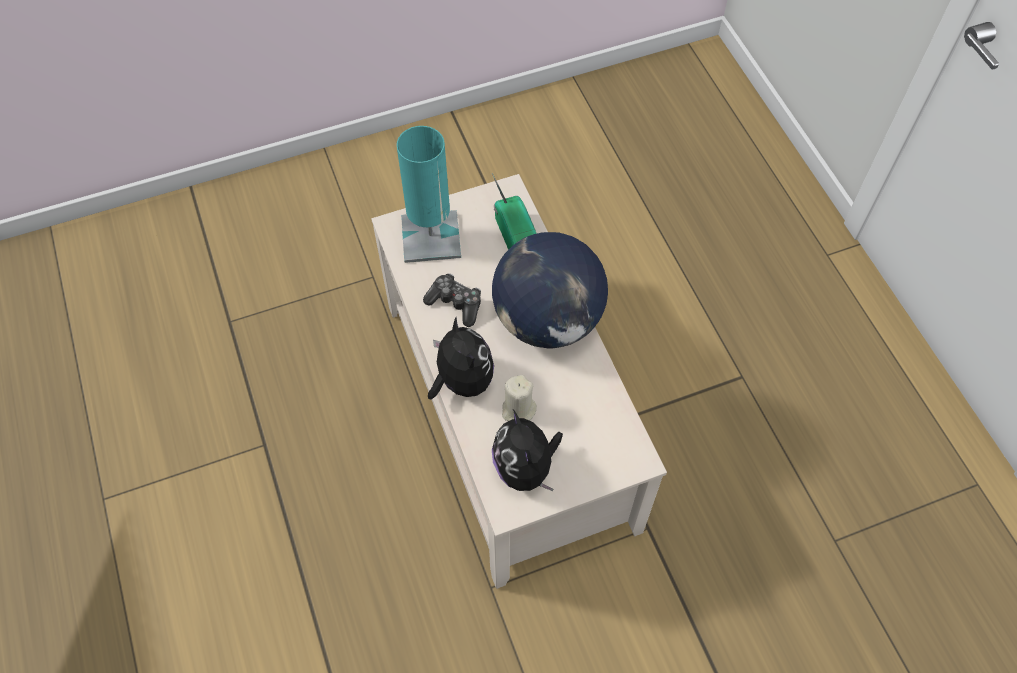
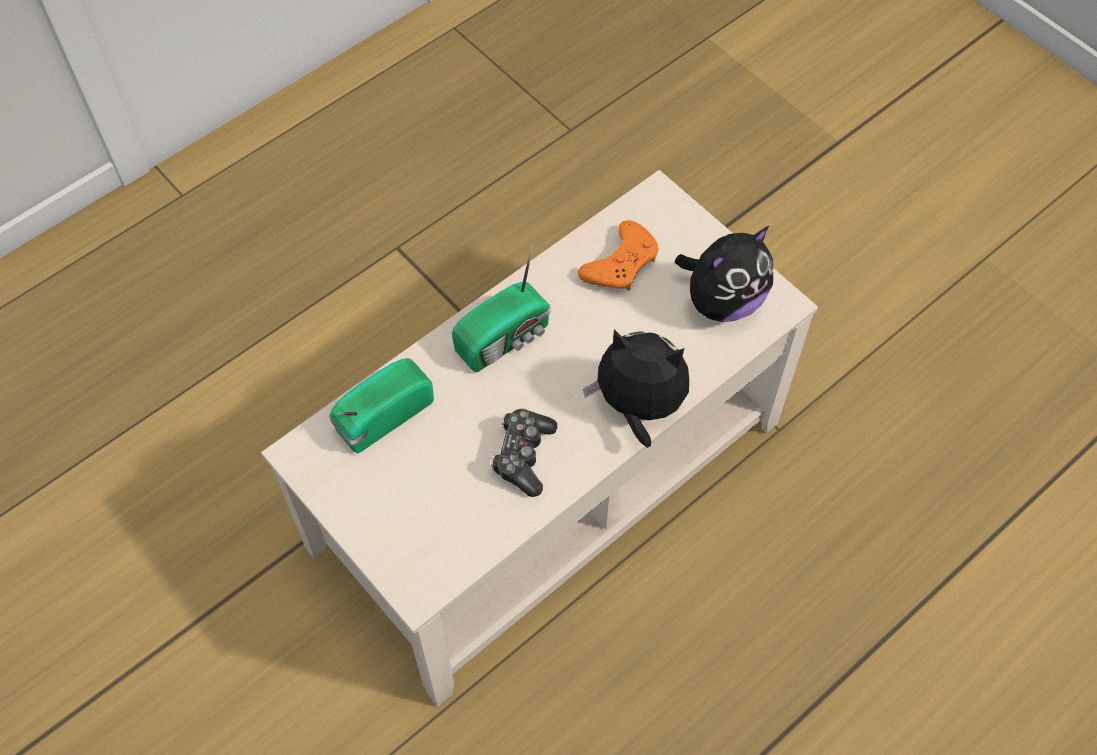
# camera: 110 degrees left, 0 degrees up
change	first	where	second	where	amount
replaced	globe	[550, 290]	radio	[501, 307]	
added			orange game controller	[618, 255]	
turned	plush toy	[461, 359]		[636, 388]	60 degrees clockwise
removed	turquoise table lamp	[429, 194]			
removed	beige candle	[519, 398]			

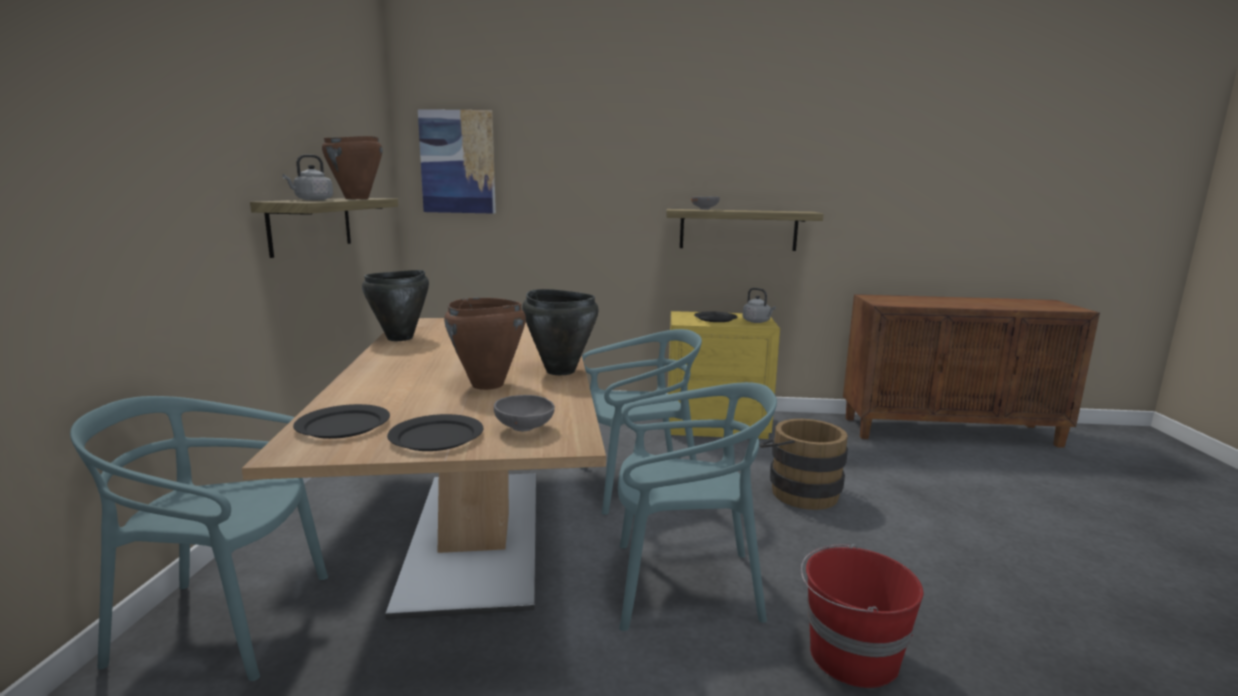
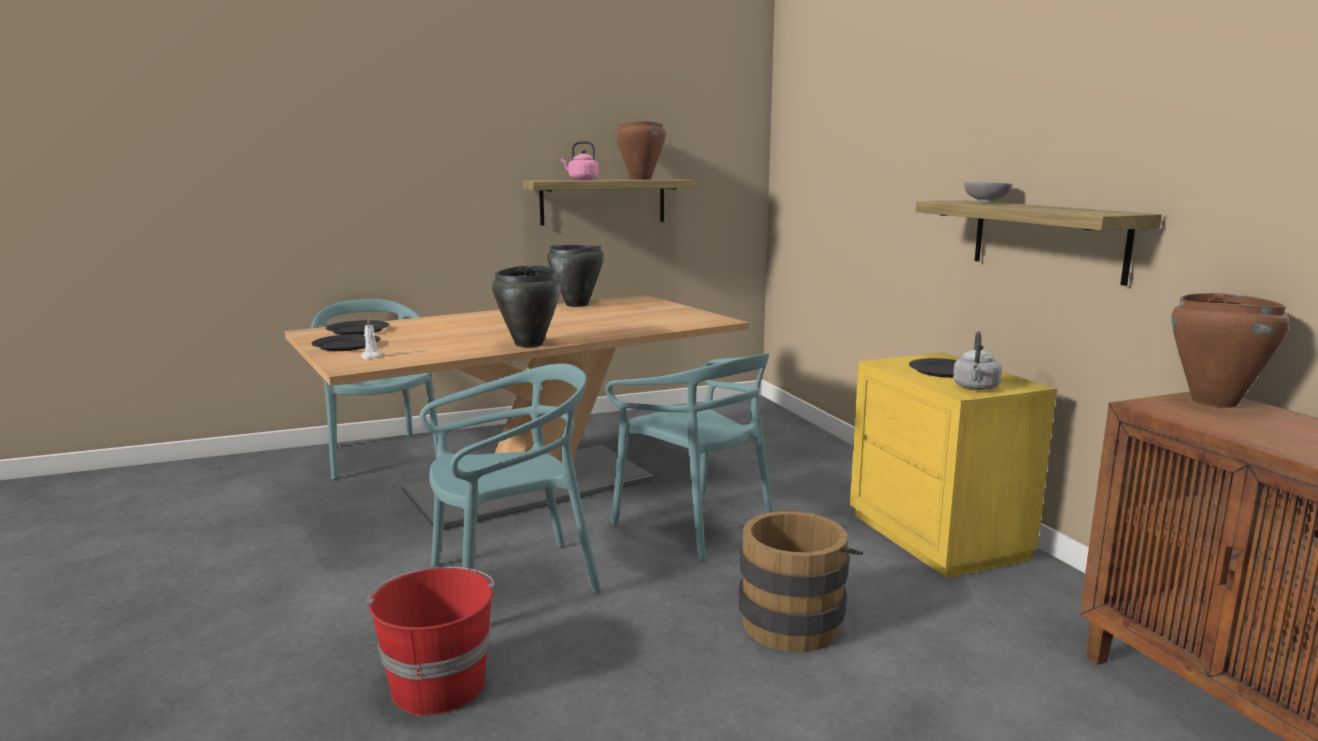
# camera: 65 degrees right, 0 degrees up
change	first	where	second	where	amount
replaced	grey bowl	[524, 413]	white candle	[372, 338]	
turned	turquoise chair	[697, 506]		[510, 478]	90 degrees counterclockwise
recoloured	grey kettle	[307, 177]	pink kettle	[580, 160]	
moved	brown cooking pot	[485, 344]		[1230, 350]	
removed	picture	[457, 161]			

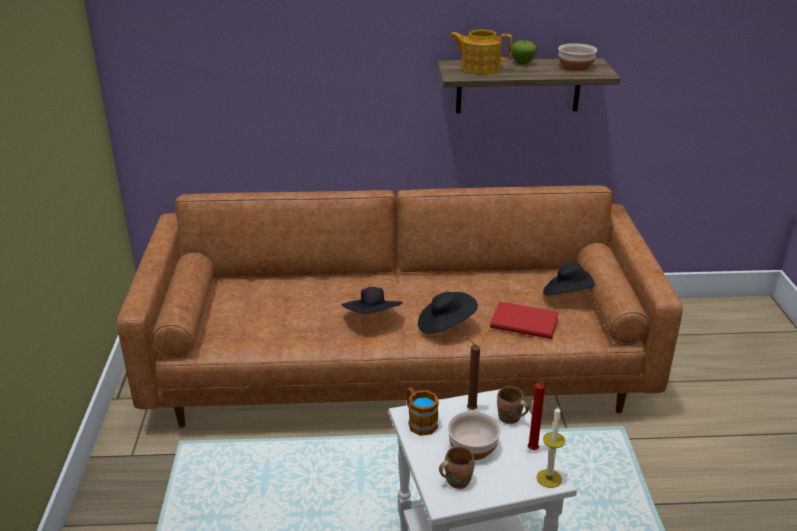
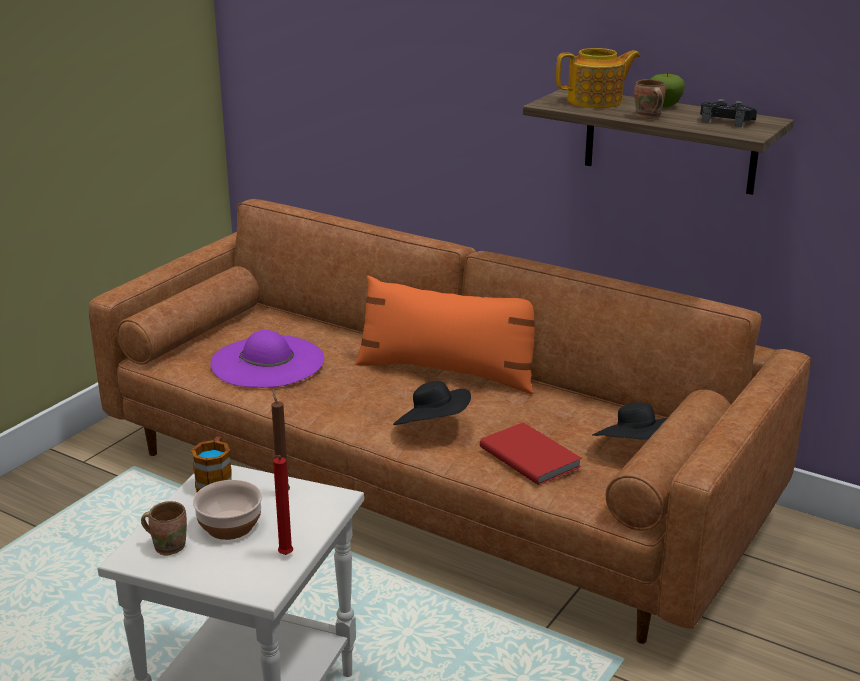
# camera: 35 degrees right, 5 degrees down
change	first	where	second	where	amount
added			purple hat	[268, 359]	
added			orange pillow	[445, 335]	
turned	teapot	[481, 52]		[598, 78]	120 degrees clockwise
moved	brown mug	[513, 405]		[649, 99]	
replaced	bowl	[577, 57]	black game controller	[728, 113]	
removed	black hat	[372, 300]			
removed	candle	[550, 446]			

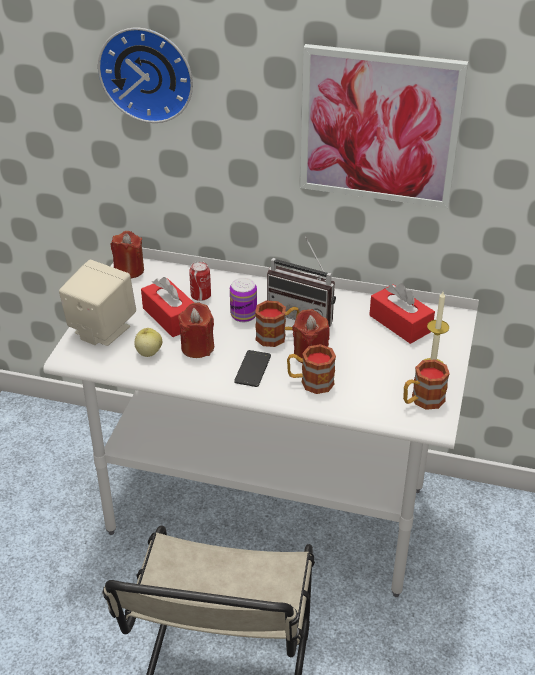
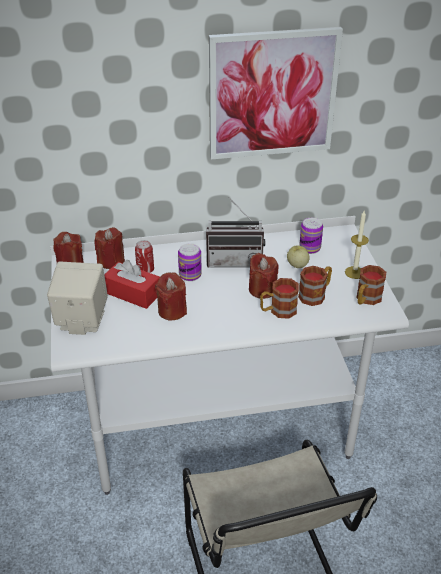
# camera: 25 degrees left, 0 degrees up
change	first	where	second	where	amount
added			red candle	[109, 248]	
moved	apple	[148, 342]		[298, 256]	
moved	mug	[277, 323]		[315, 286]	
replaced	red tissue box	[402, 313]	can	[311, 236]	
removed	wall clock	[145, 75]			
removed	phone	[252, 368]			

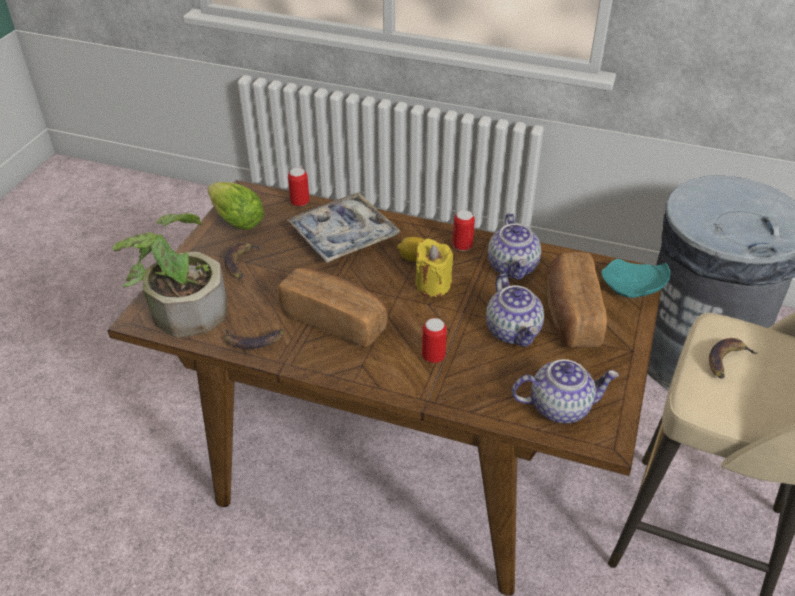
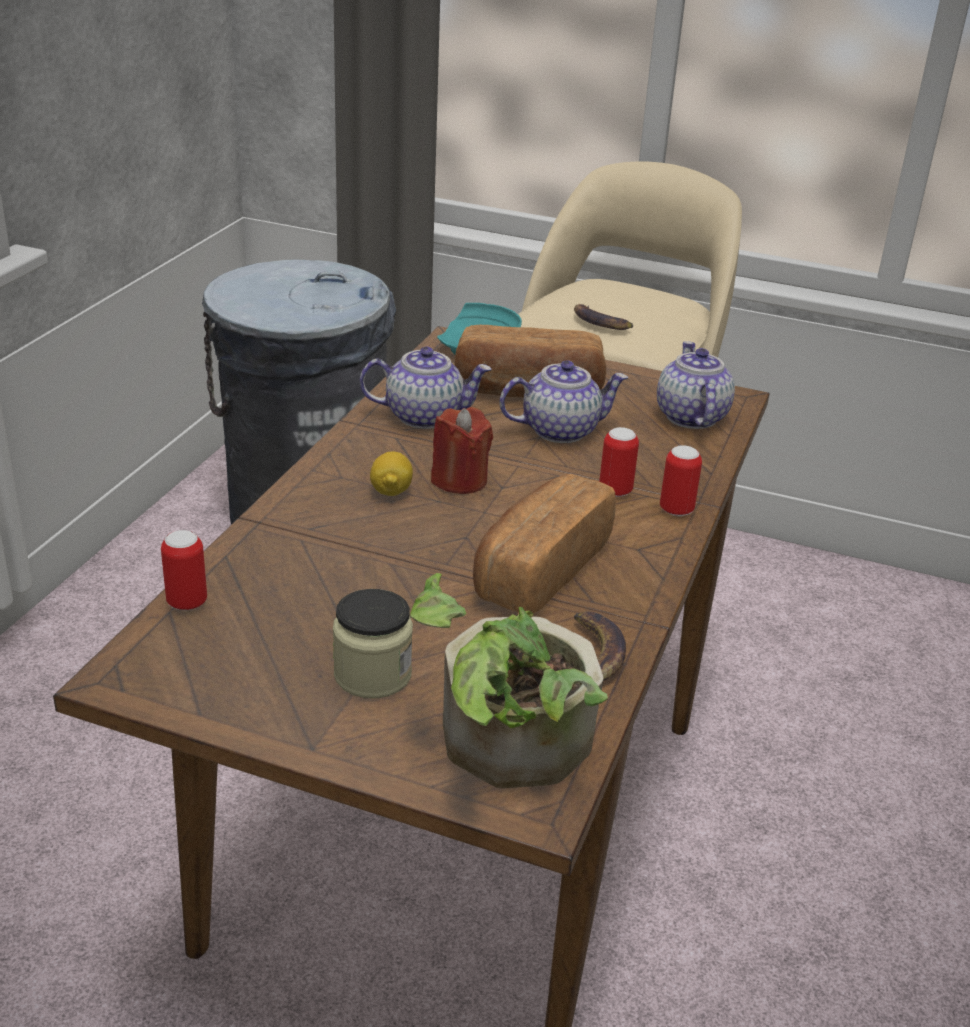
# camera: 90 degrees left, 10 degrees down
change	first	where	second	where	amount
replaced	banana	[243, 260]	jar	[373, 644]	
recoloured	yellow candle	[434, 268]	red candle	[462, 450]	
moved	can	[464, 230]		[681, 480]	
removed	lettuce	[235, 206]			
removed	tray	[343, 227]			

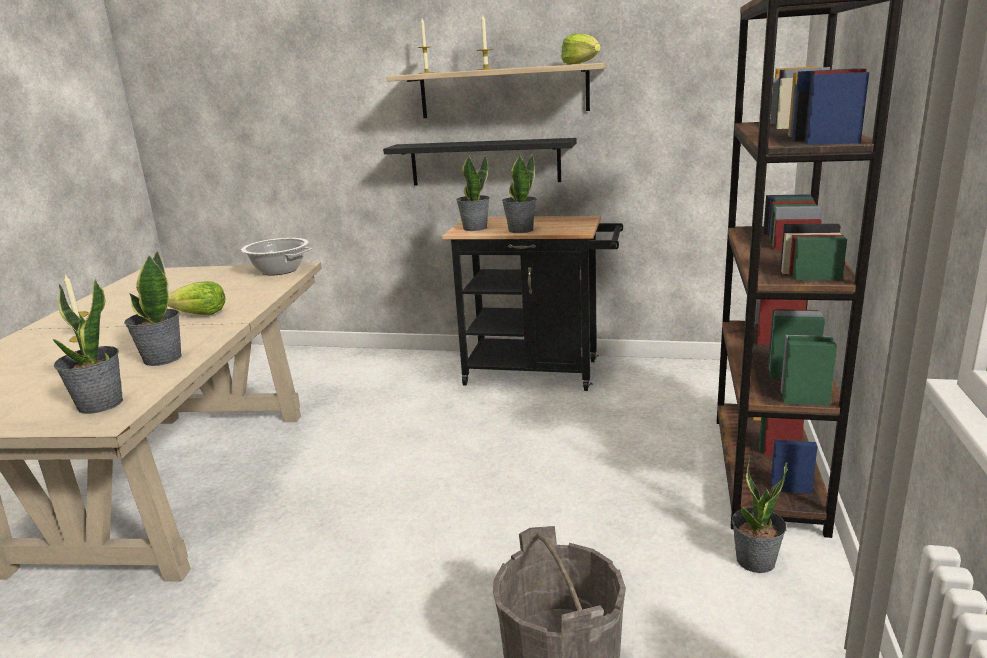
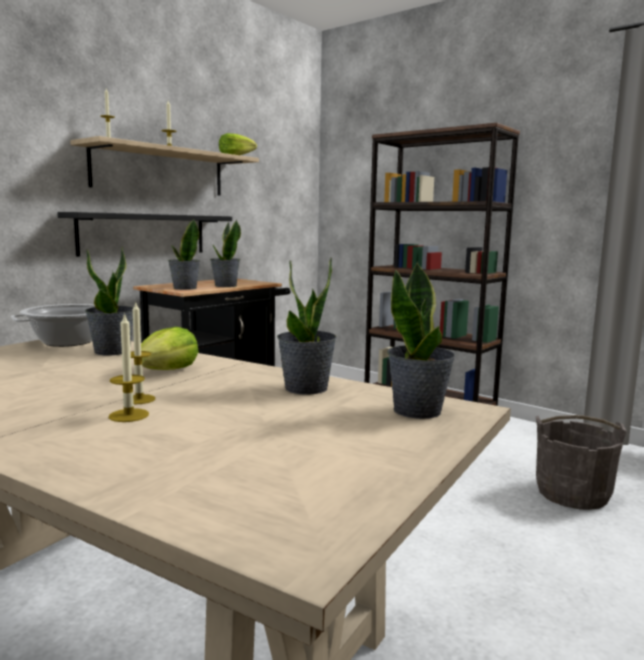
# camera: 65 degrees left, 10 degrees down
change	first	where	second	where	amount
moved	potted plant	[760, 514]		[109, 300]	
added			candle	[143, 353]	

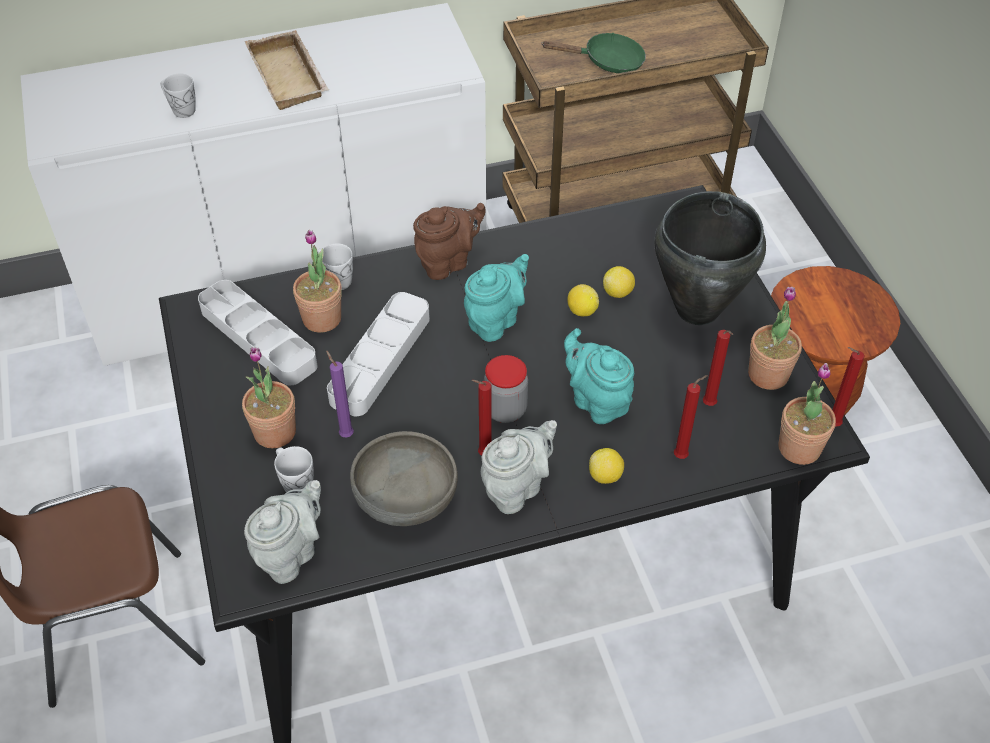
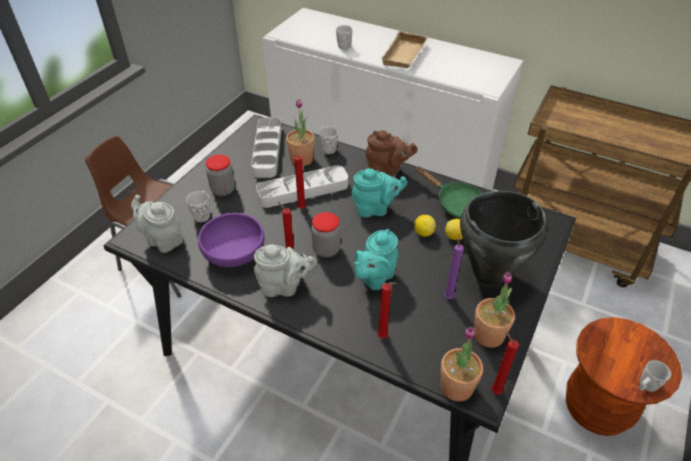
# camera: 45 degrees right, 5 degrees down
change	first	where	second	where	amount
turned	grey teapot	[282, 532]		[157, 224]	135 degrees counterclockwise
recoloured	grey bowl	[404, 478]	purple bowl	[231, 240]	
replaced	potted plant	[269, 397]	jar	[220, 175]	
moved	red candle	[718, 368]		[300, 182]	
turned	turquoise teapot	[599, 376]		[376, 259]	150 degrees counterclockwise
moved	green frying pan	[593, 53]		[448, 193]	
moved	purple candle	[340, 393]		[454, 267]	
added			white mug	[654, 376]	
removed	lemon	[606, 466]			

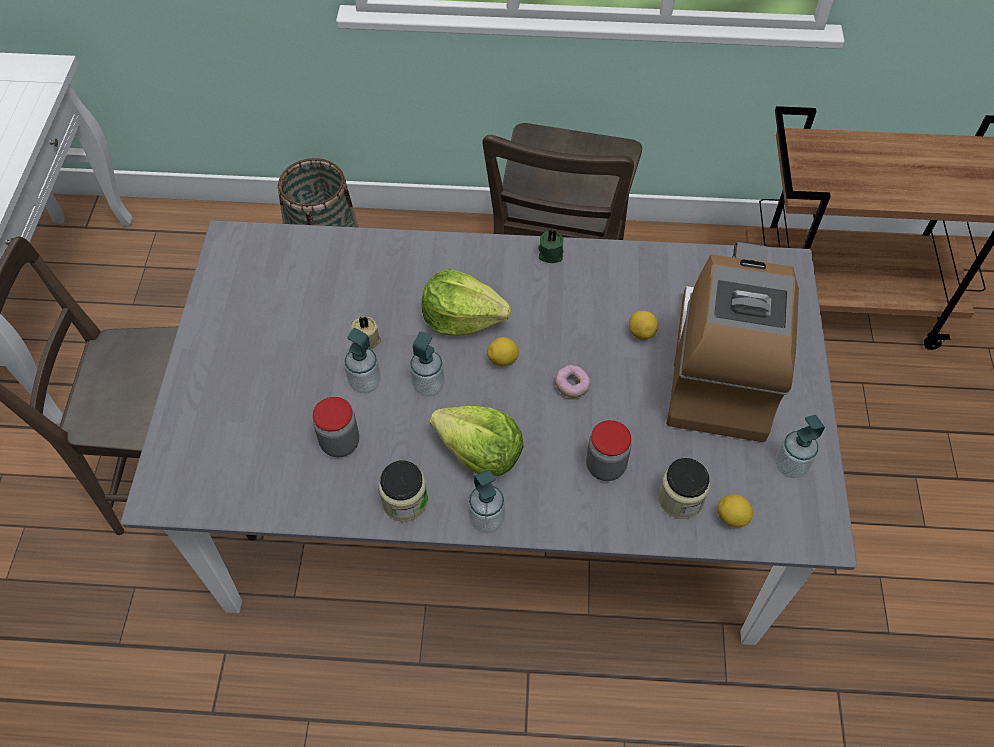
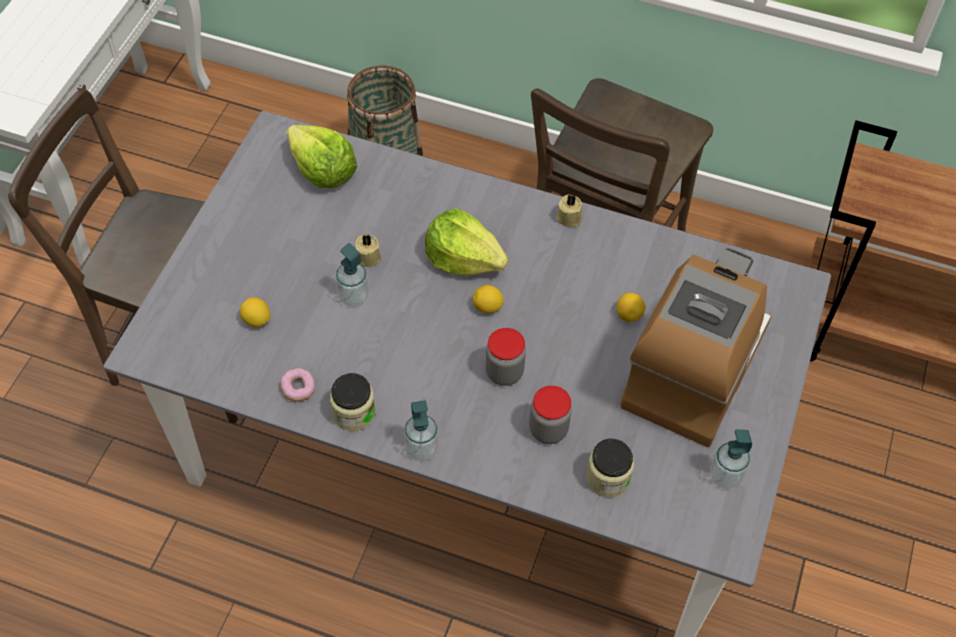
# camera: 15 degrees right, 0 degrees up
change	first	where	second	where	amount
moved	lemon	[735, 510]		[255, 312]	
moved	donut	[572, 381]		[298, 385]	
moved	lettuce	[477, 441]		[321, 156]	
moved	jar	[336, 427]		[506, 357]	
recoloured	green candle	[550, 246]	beige candle	[569, 210]	
removed	soap dispenser	[427, 364]			

